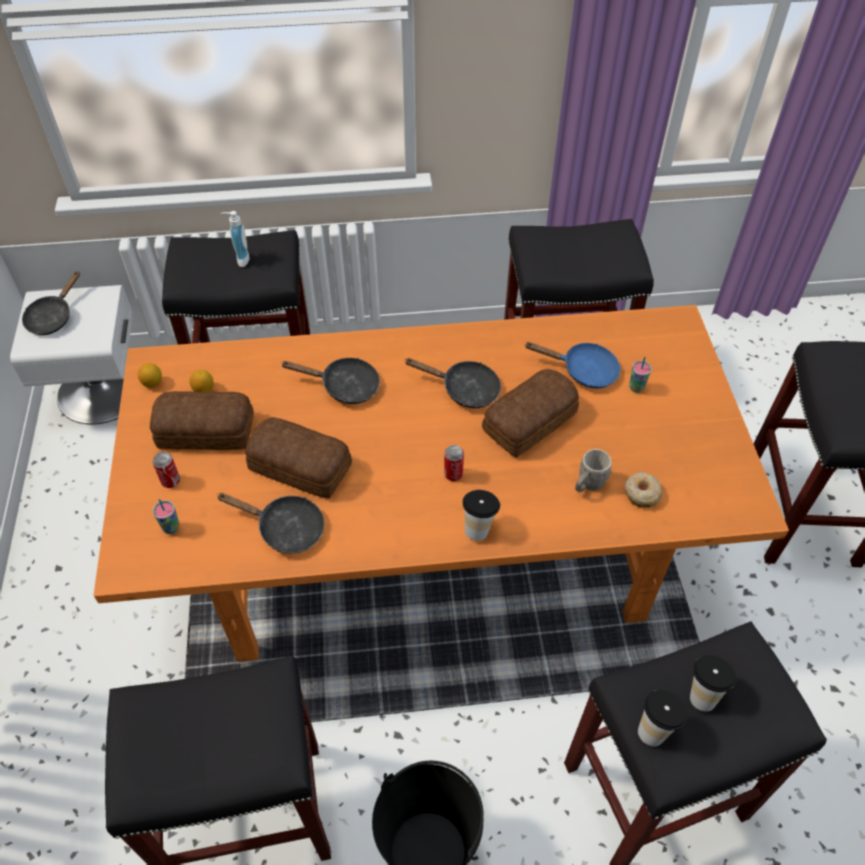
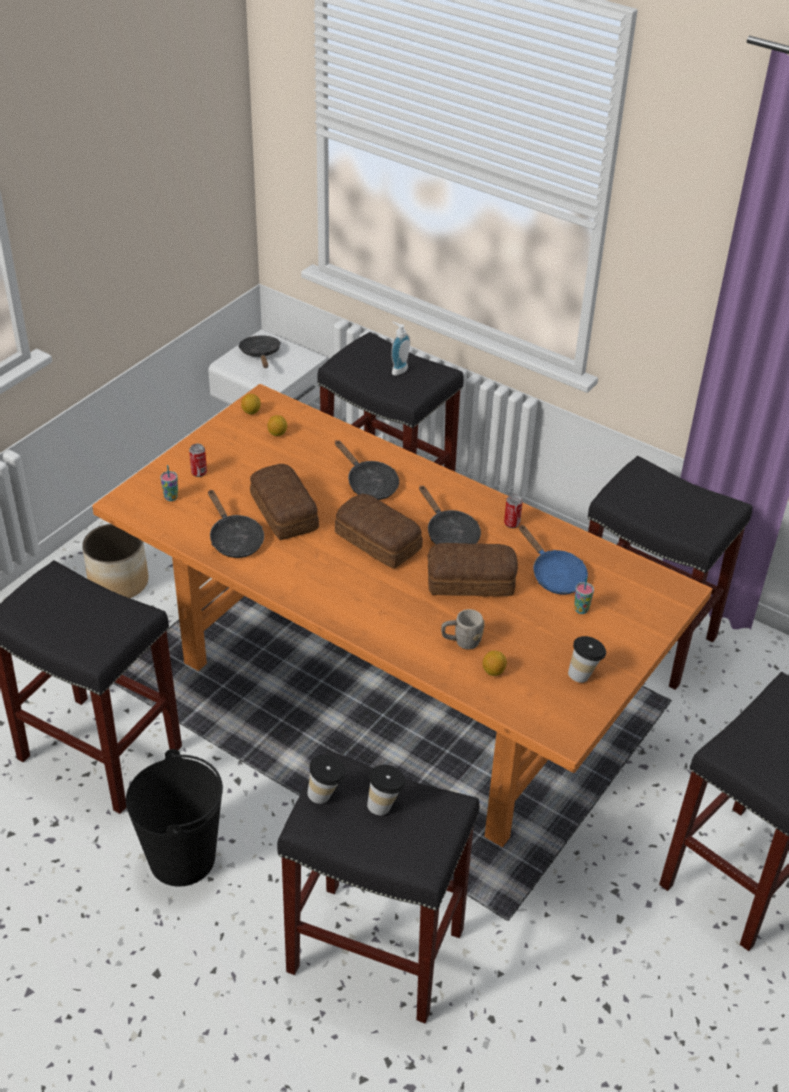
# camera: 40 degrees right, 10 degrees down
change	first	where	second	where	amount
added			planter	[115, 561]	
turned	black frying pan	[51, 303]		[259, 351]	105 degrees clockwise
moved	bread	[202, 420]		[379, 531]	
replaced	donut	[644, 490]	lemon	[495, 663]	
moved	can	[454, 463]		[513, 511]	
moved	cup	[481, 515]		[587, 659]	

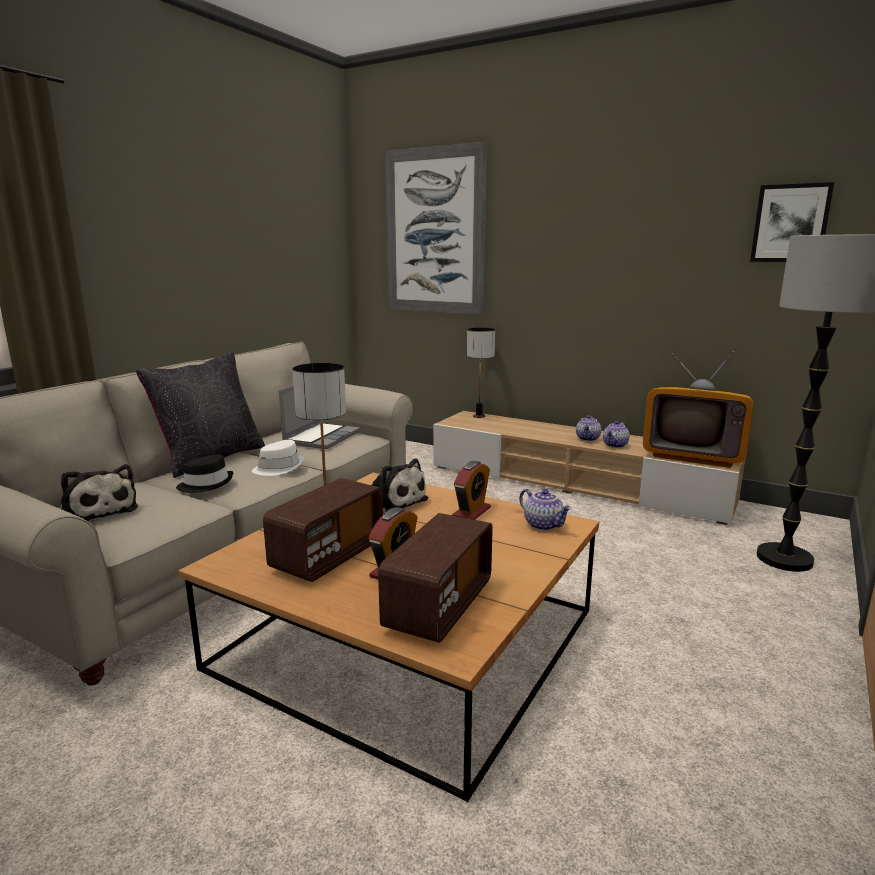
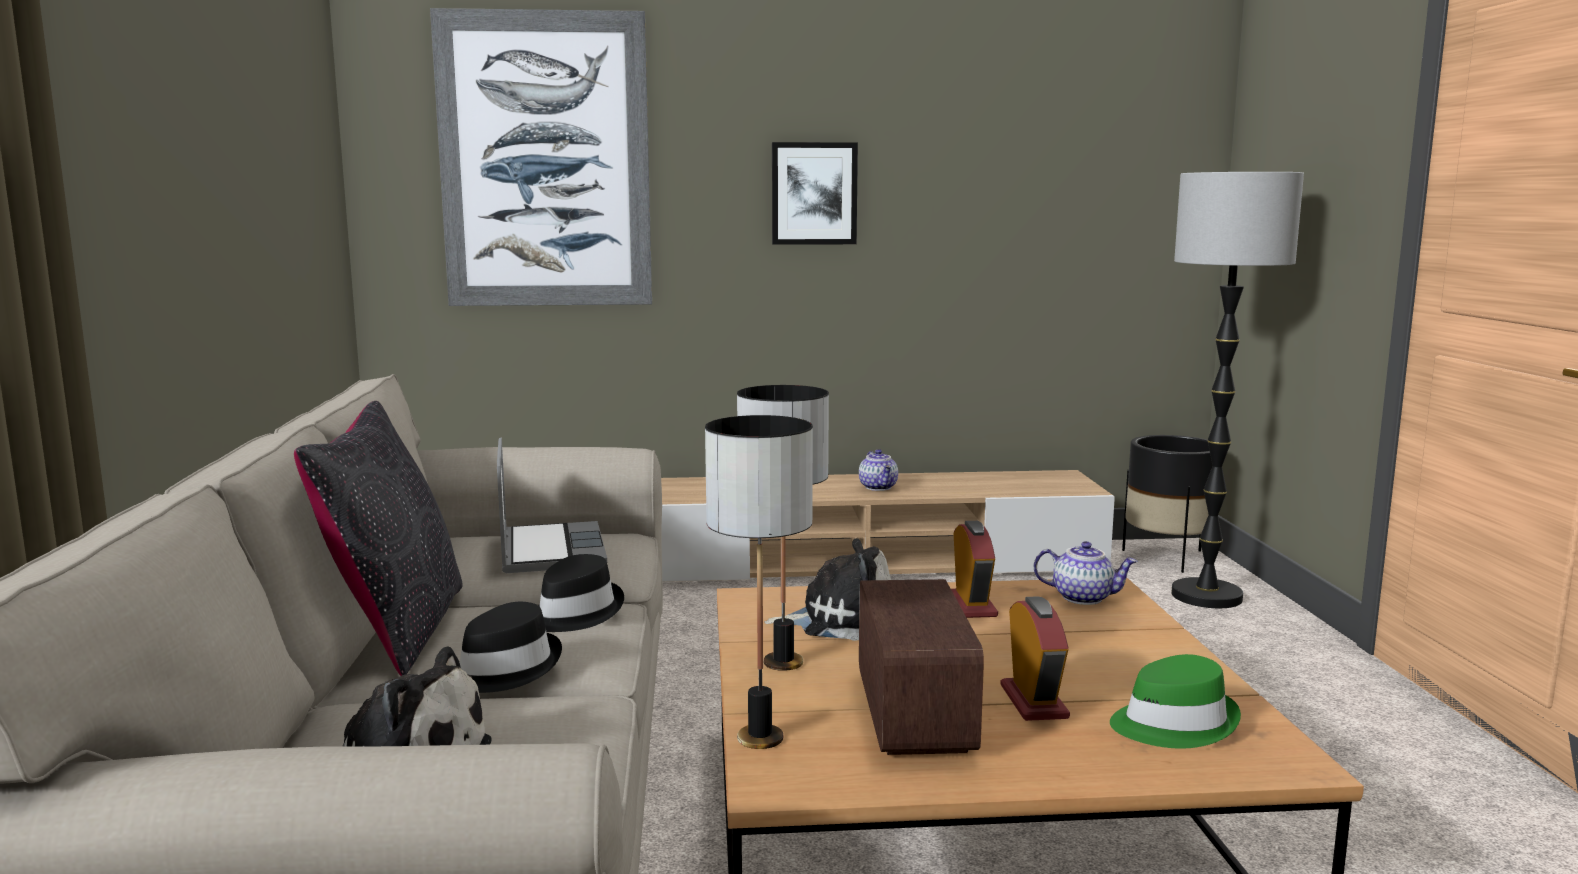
# camera: 35 degrees left, 5 degrees down
change	first	where	second	where	amount
recoloured	white hat	[278, 458]	black hat	[581, 593]	
moved	table lamp	[480, 373]		[759, 582]	
moved	picture	[792, 222]		[815, 193]	
replaced	radio	[435, 578]	green hat	[1175, 701]	
added			black planter	[1167, 504]	
removed	teapot	[616, 434]			
removed	television	[698, 409]			

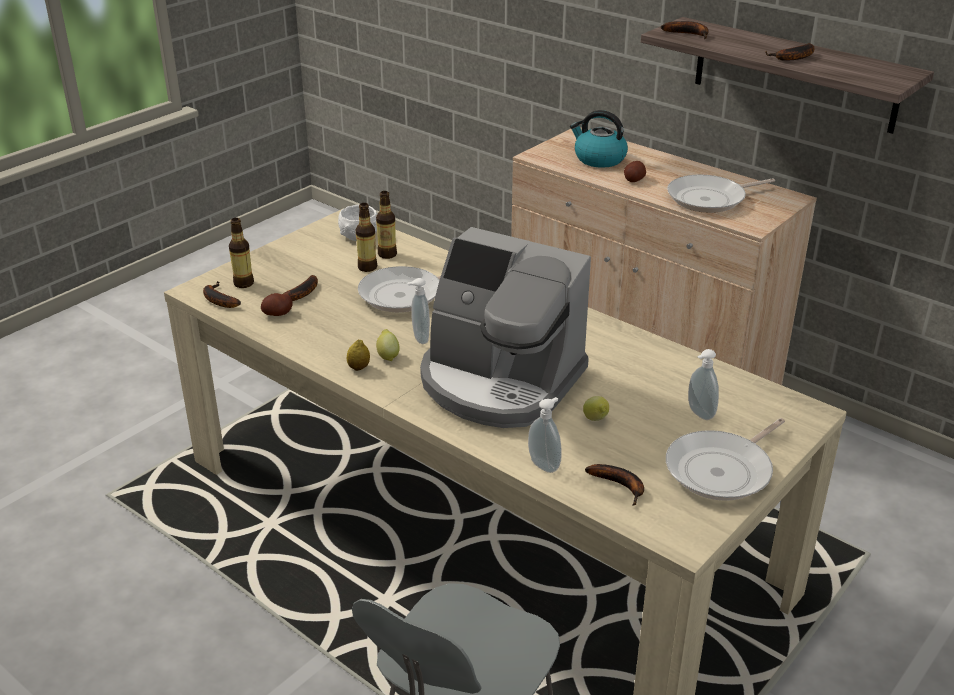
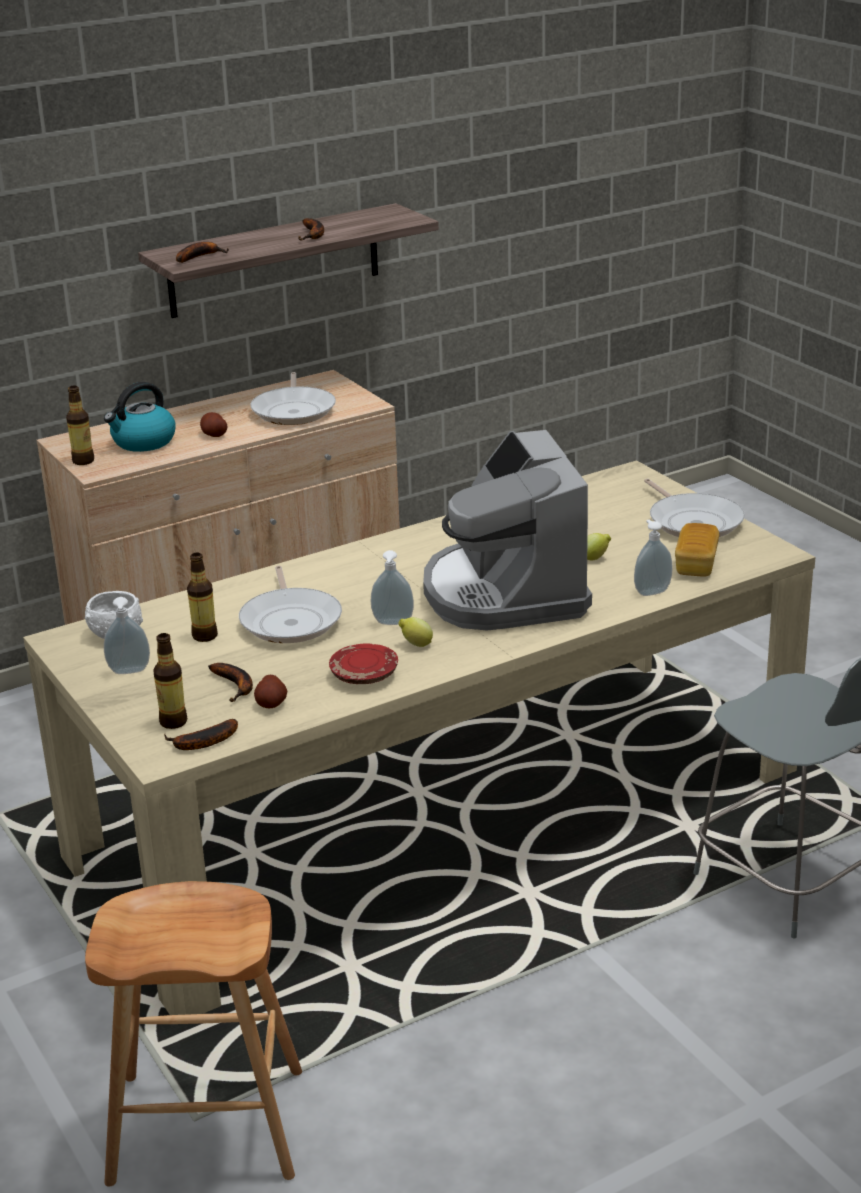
# camera: 70 degrees left, 5 degrees down
change	first	where	second	where	amount
moved	bottle	[386, 225]		[80, 425]	
added			brown stool	[193, 1034]	
moved	soap dispenser	[703, 384]		[127, 635]	
added			red plate	[363, 663]	
turned	coffee machine	[505, 327]		[507, 530]	120 degrees clockwise
replaced	banana	[614, 485]	bread	[697, 550]	
removed	lemon	[358, 355]			

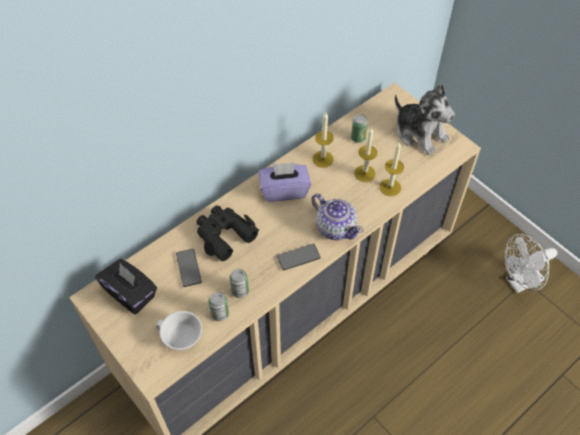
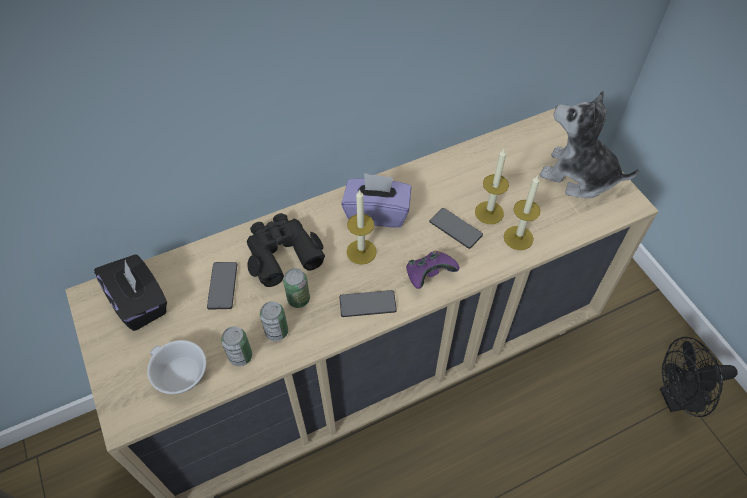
# camera: 15 degrees right, 0 degrees up
change	first	where	second	where	amount
moved	can	[359, 128]		[296, 288]	
moved	candle	[323, 140]		[362, 227]	
replaced	teapot	[337, 217]	purple game controller	[432, 270]	
added			phone	[456, 228]	
turned	plush toy	[425, 119]		[590, 144]	150 degrees clockwise
recoloured	white fan	[530, 263]	black fan	[699, 377]	

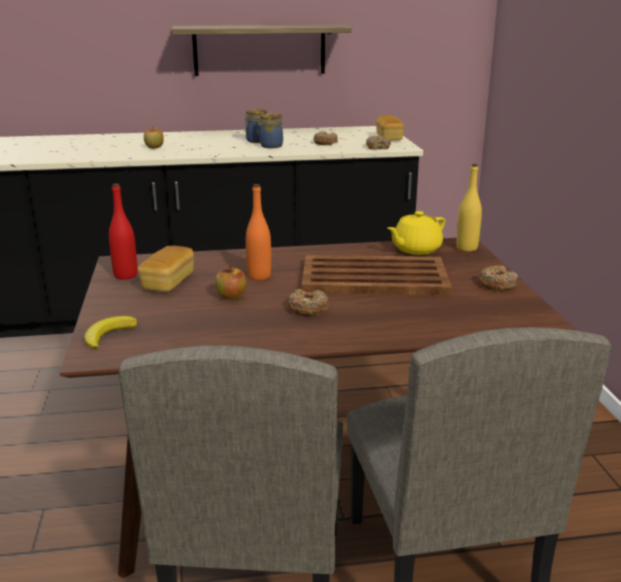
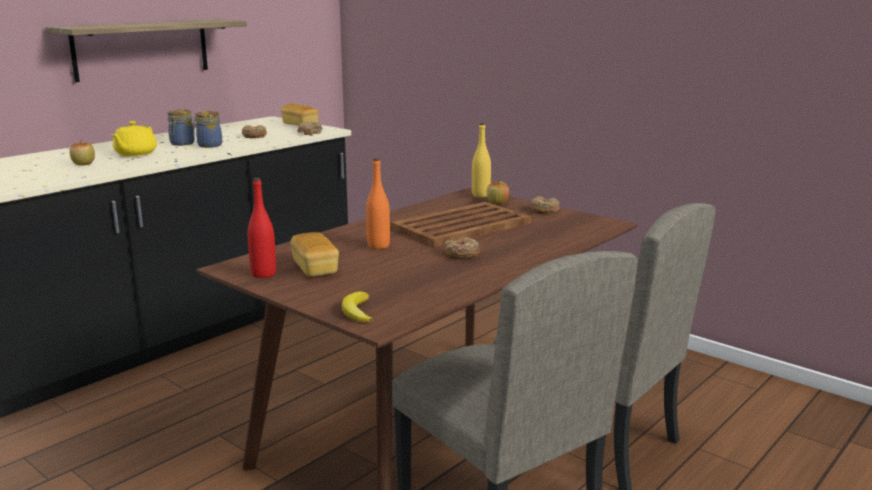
# camera: 40 degrees left, 5 degrees down
change	first	where	second	where	amount
moved	yellow teapot	[416, 233]		[134, 138]	
moved	apple	[230, 283]		[498, 192]	

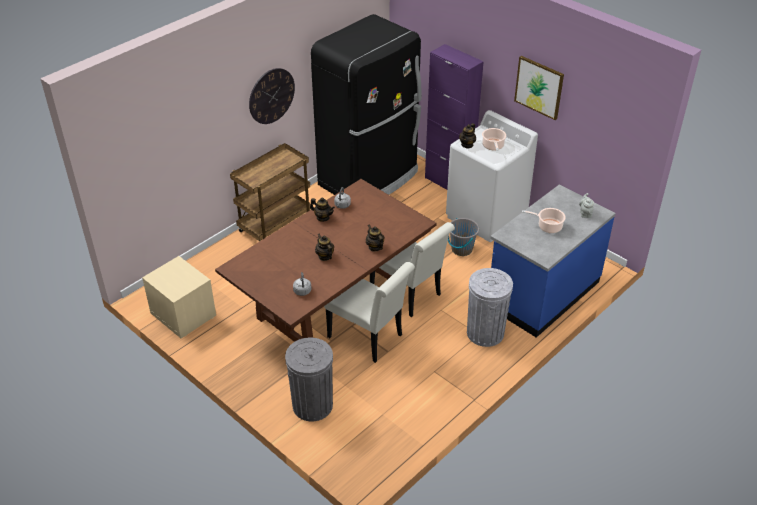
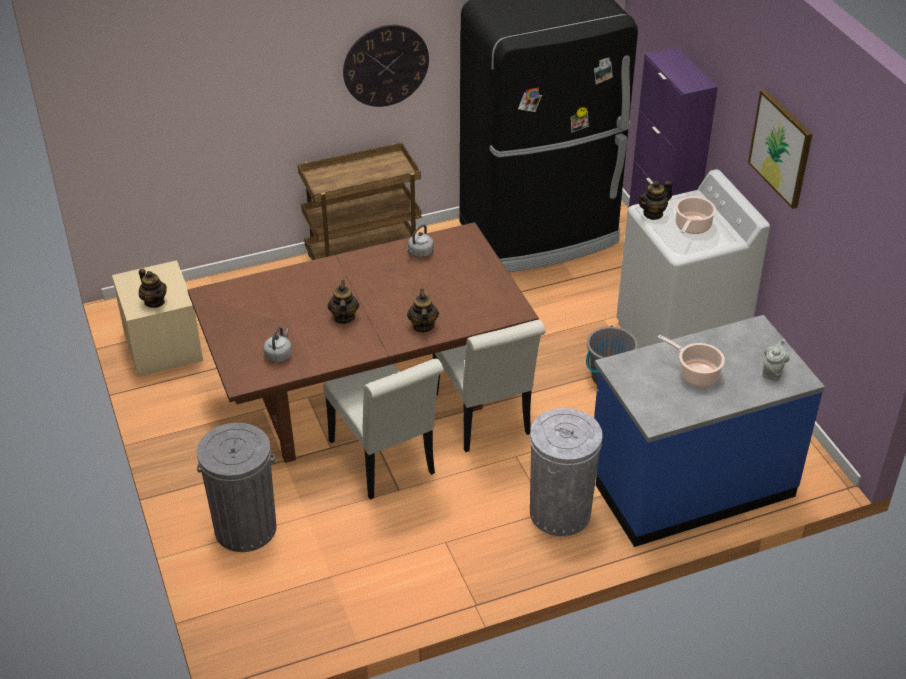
# camera: 25 degrees right, 0 degrees up
change	first	where	second	where	amount
moved	teapot	[322, 209]		[152, 288]	

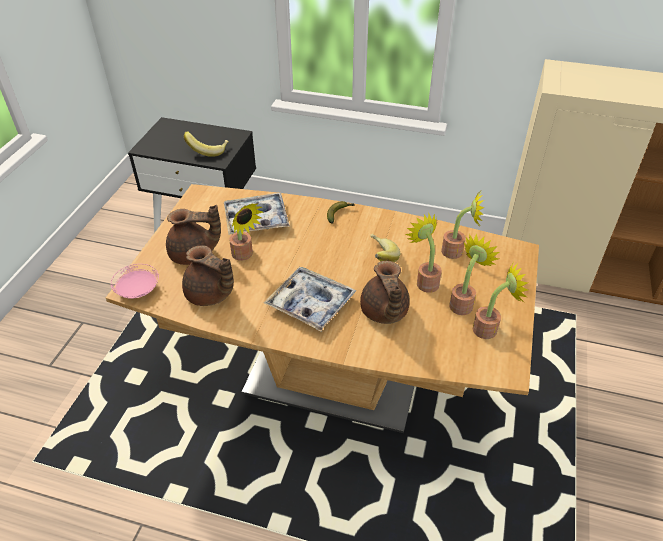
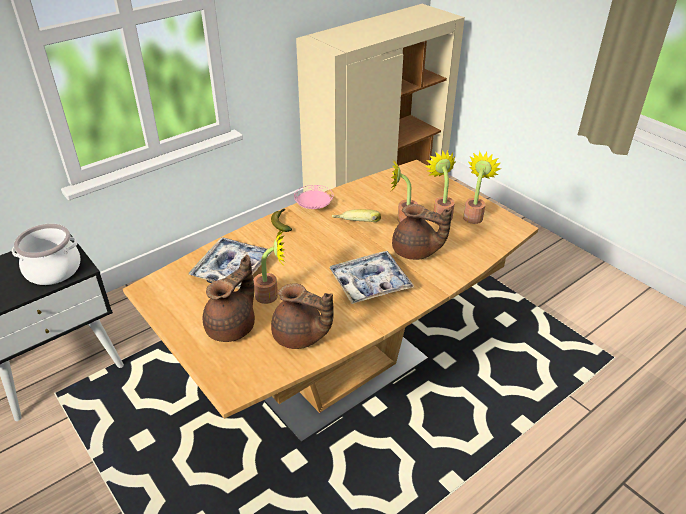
# camera: 55 degrees left, 5 degrees down
change	first	where	second	where	amount
replaced	banana	[206, 144]	cooking pot	[46, 254]	
turned	brown teapot	[208, 275]		[302, 316]	45 degrees clockwise
moved	pink plate	[135, 281]		[314, 197]	
removed	potted plant	[462, 225]			

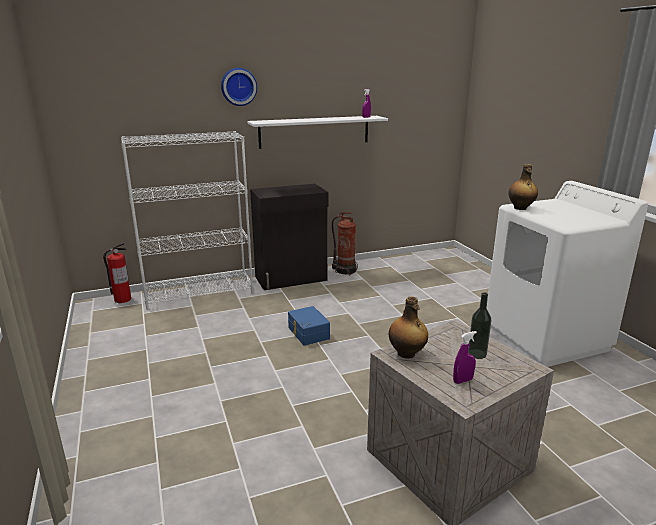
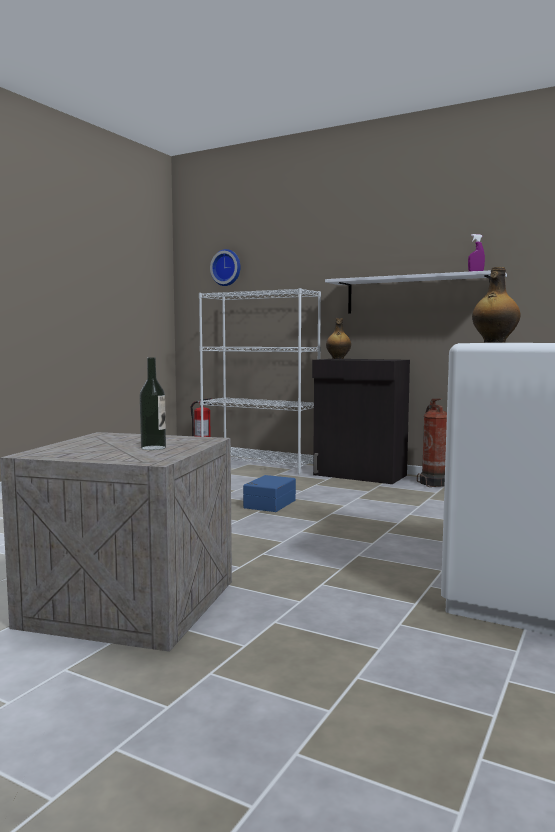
# camera: 50 degrees right, 15 degrees down
change	first	where	second	where	amount
moved	wall clock	[239, 87]		[225, 267]	
moved	bottle	[408, 327]		[338, 338]	
removed	purple spray bottle	[465, 357]			

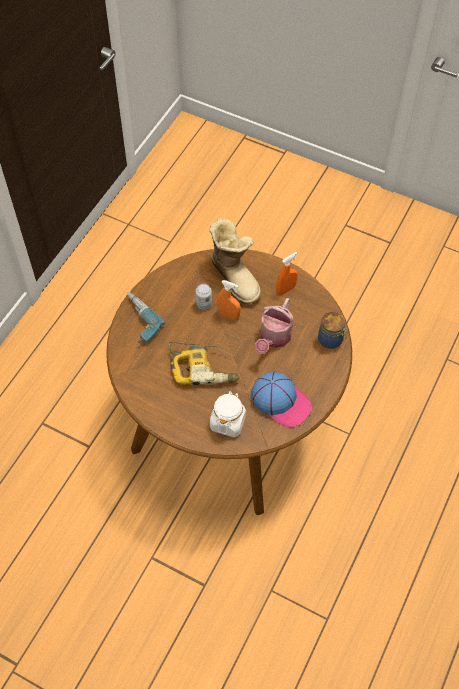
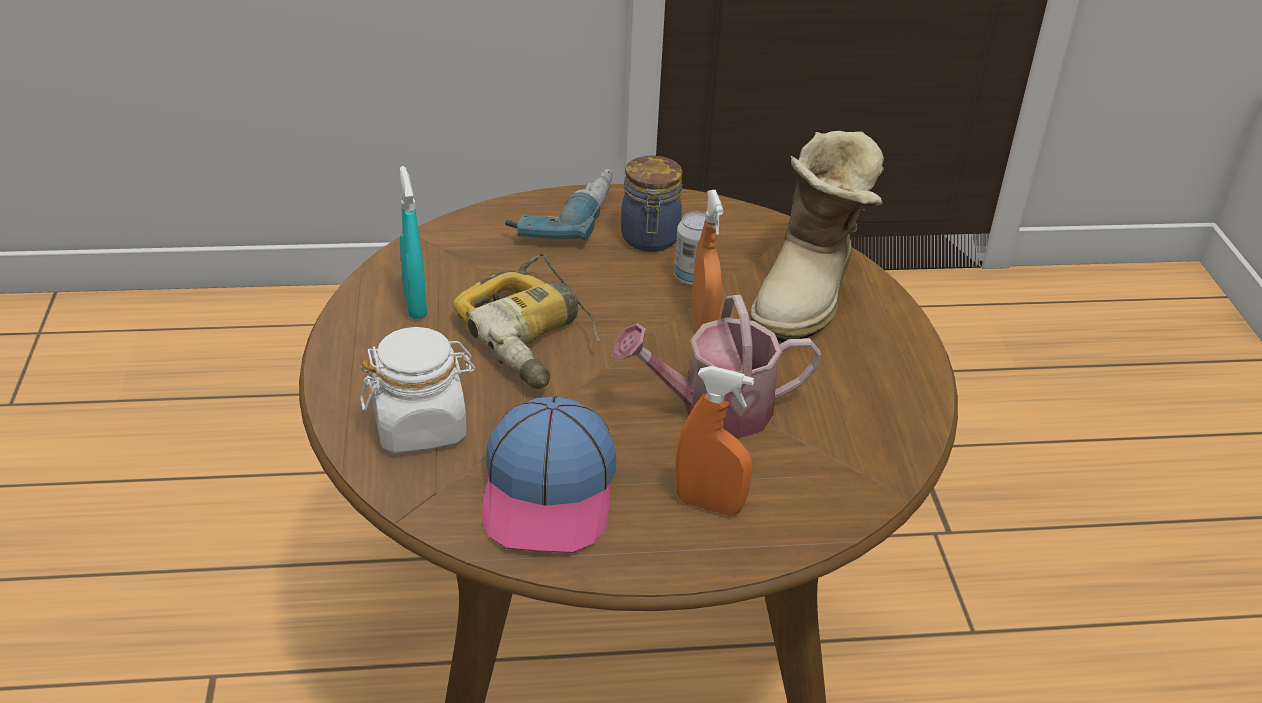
# camera: 55 degrees right, 20 degrees down
change	first	where	second	where	amount
added			turquoise spray bottle	[413, 242]	
moved	jar	[332, 330]		[651, 203]	
moved	orange spray bottle	[287, 273]		[714, 440]	

